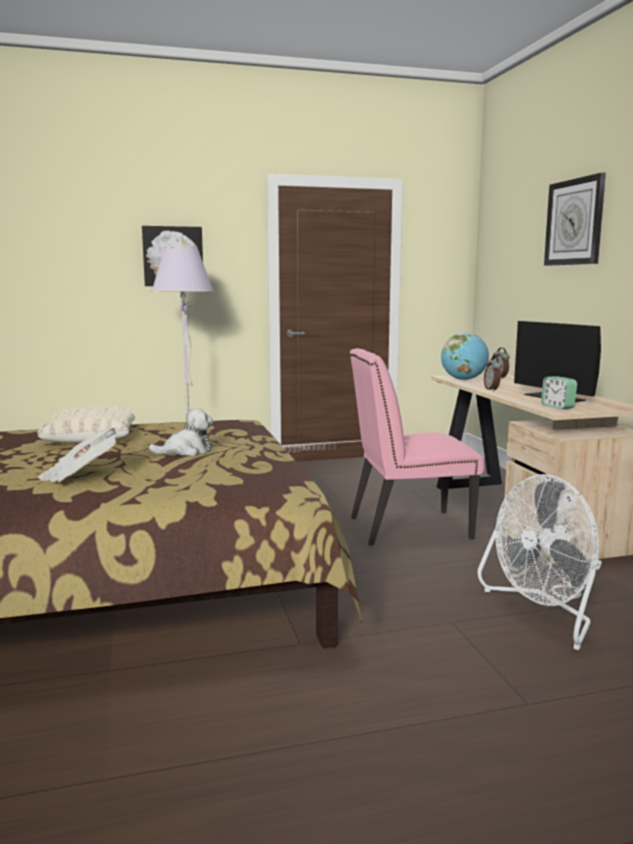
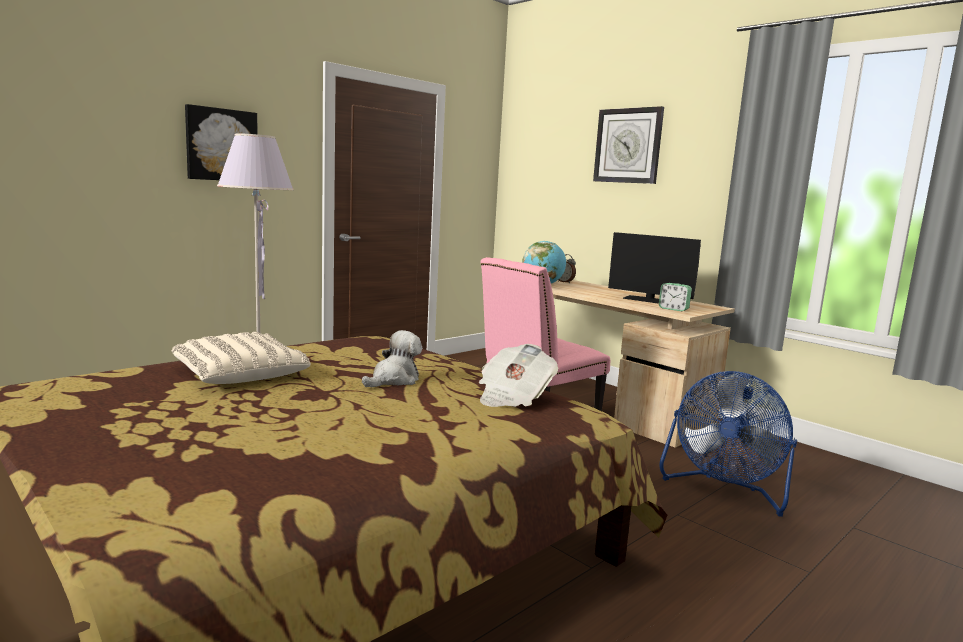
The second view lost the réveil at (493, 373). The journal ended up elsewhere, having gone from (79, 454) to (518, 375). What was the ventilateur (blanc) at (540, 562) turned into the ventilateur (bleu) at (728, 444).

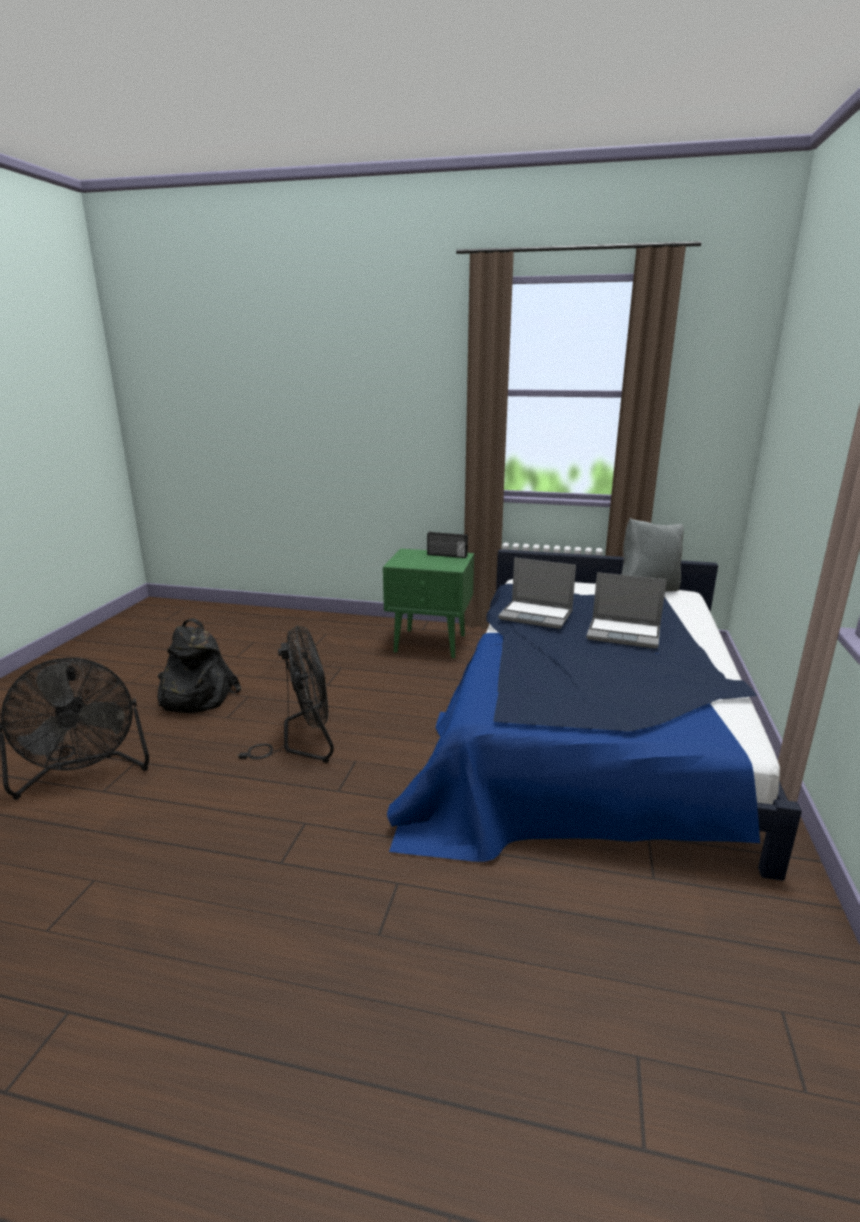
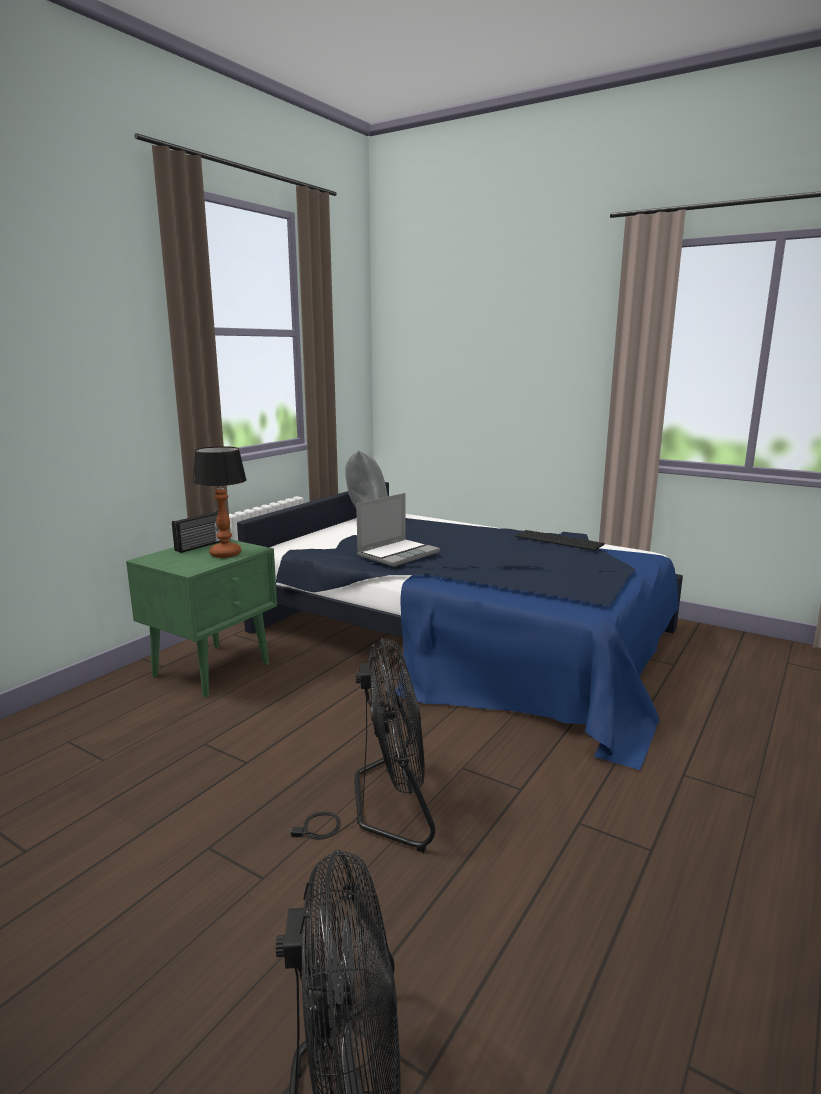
The second view lost the ordinateur portable at (626, 610). The second view lost the sac à dos (noir) at (199, 665). The ventilateur (noir) at (286, 694) ended up facing another way, 75 degrees clockwise from before. The second view gained the lampe de table at (219, 502). The second view gained the clavier at (560, 540).

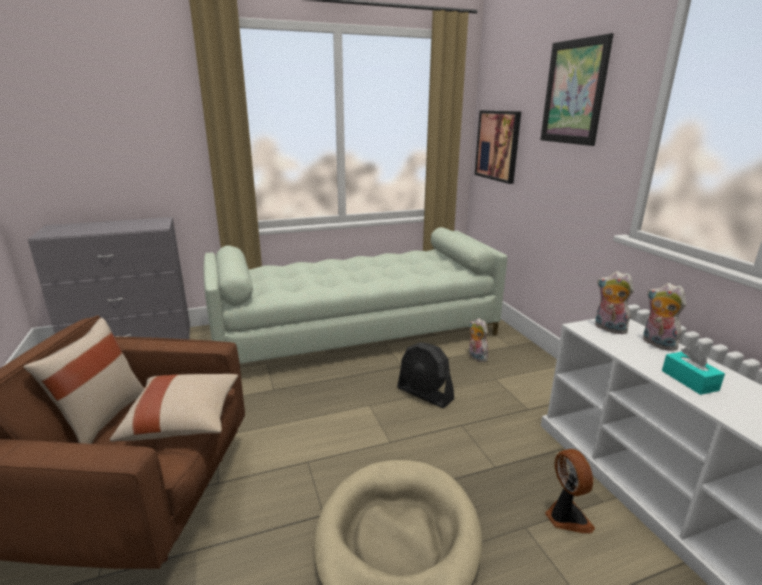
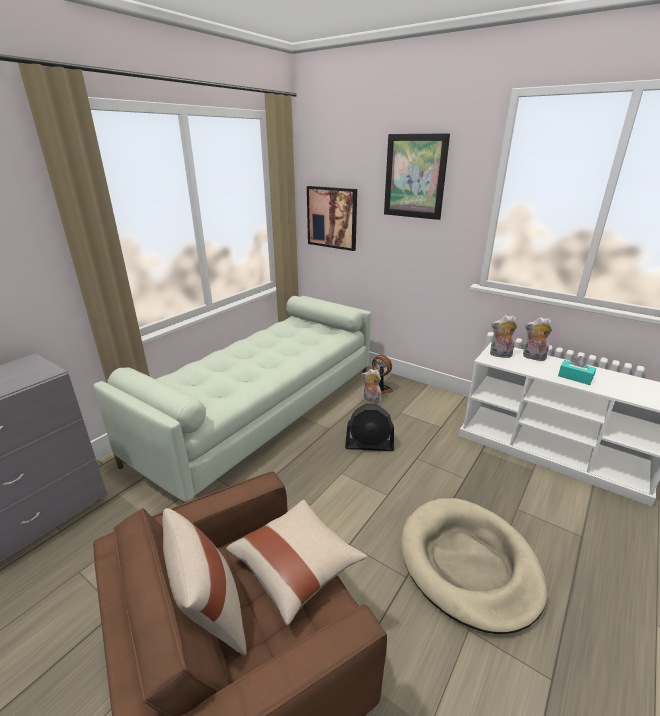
The ventilateur ended up elsewhere, having gone from (570, 491) to (383, 374).

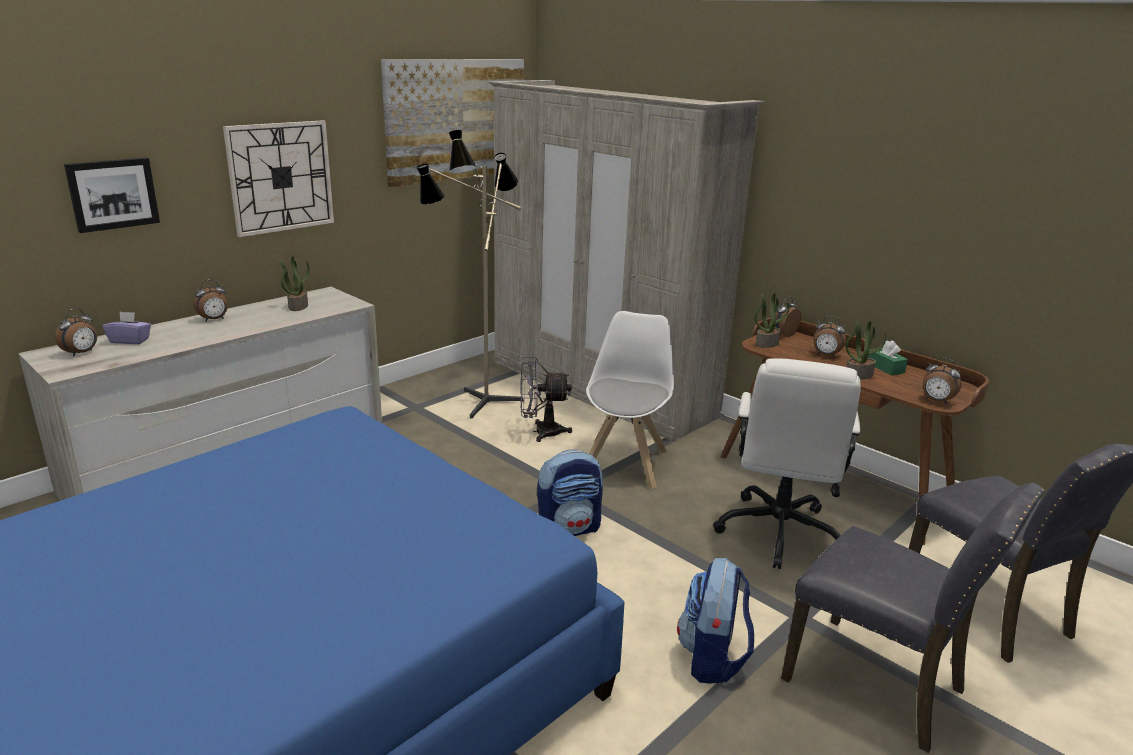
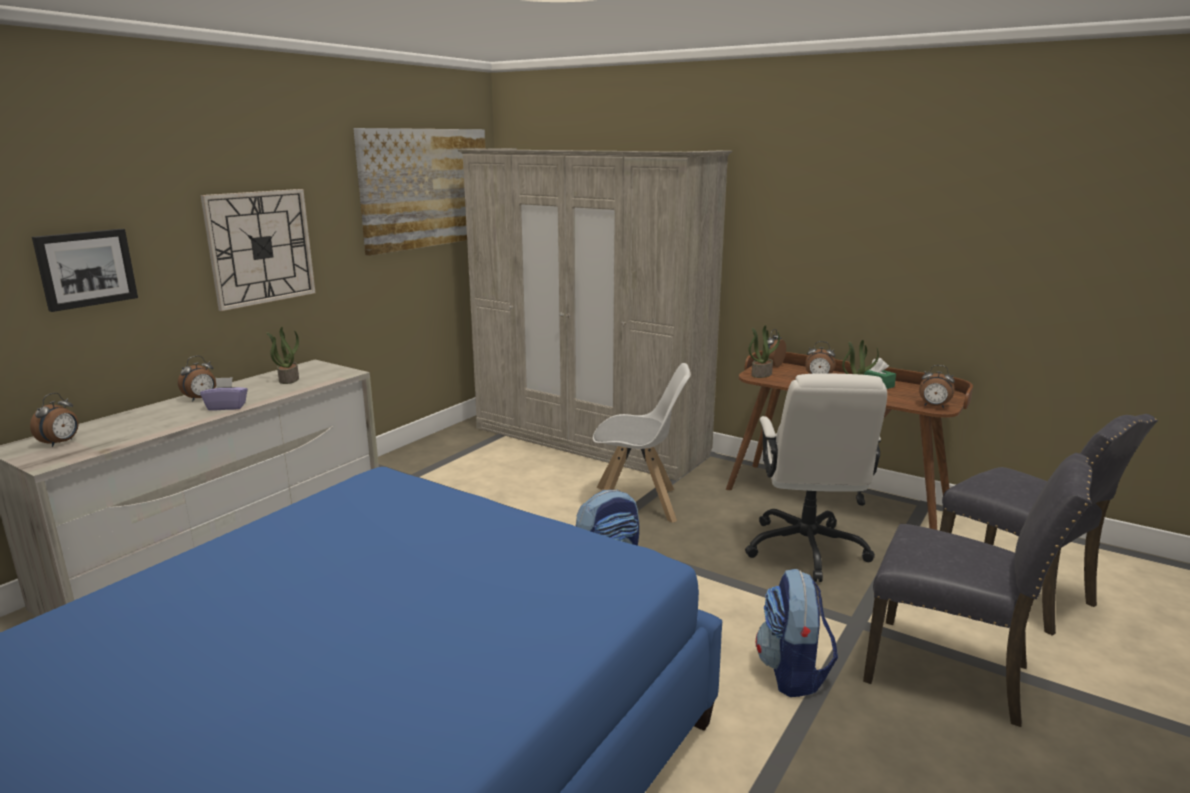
The second view lost the lampadaire at (470, 274). The chaise at (630, 400) ended up facing another way, 90 degrees clockwise from before. The boîte à mouchoirs (violet) ended up elsewhere, having gone from (126, 328) to (224, 394). The second view lost the ventilateur (gris) at (546, 399).

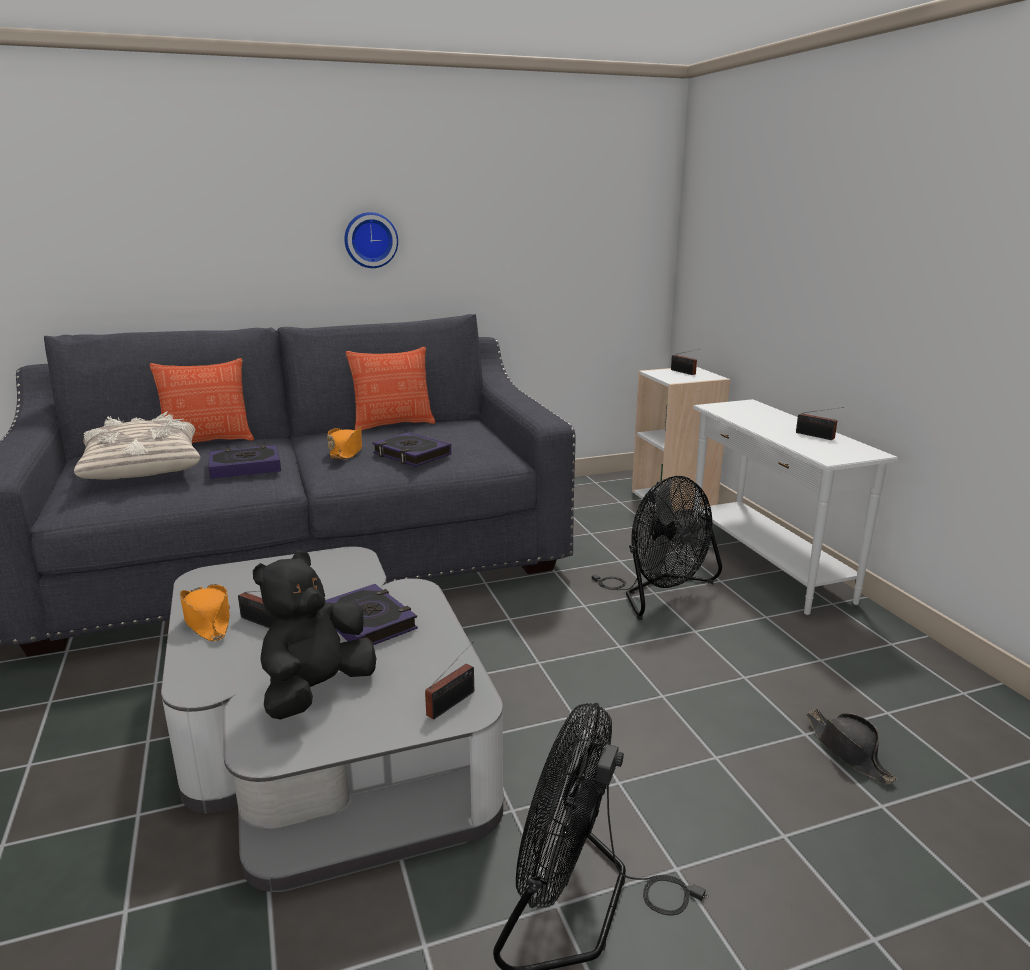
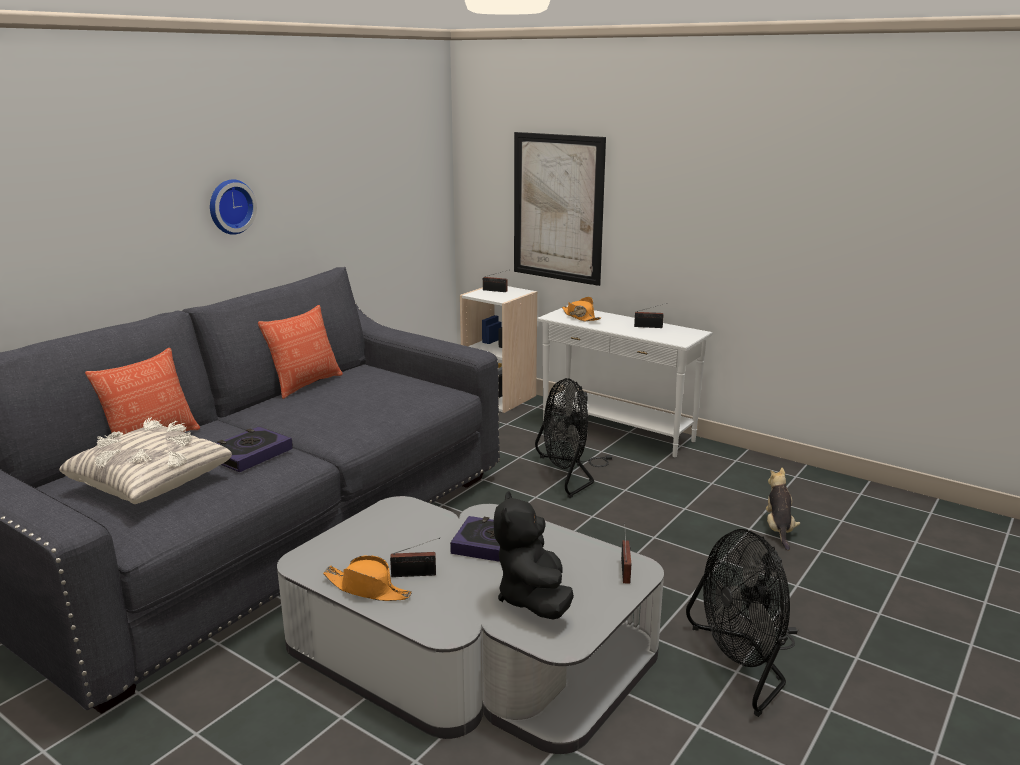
The chapeau (orange) ended up elsewhere, having gone from (344, 442) to (581, 309). The second view lost the livre at (411, 449). The ventilateur (noir) at (657, 548) ended up facing another way, 150 degrees clockwise from before. Where the chapeau (noir) stood at (851, 746), the peluche came to stand at (783, 509). The second view gained the tableau at (560, 209).

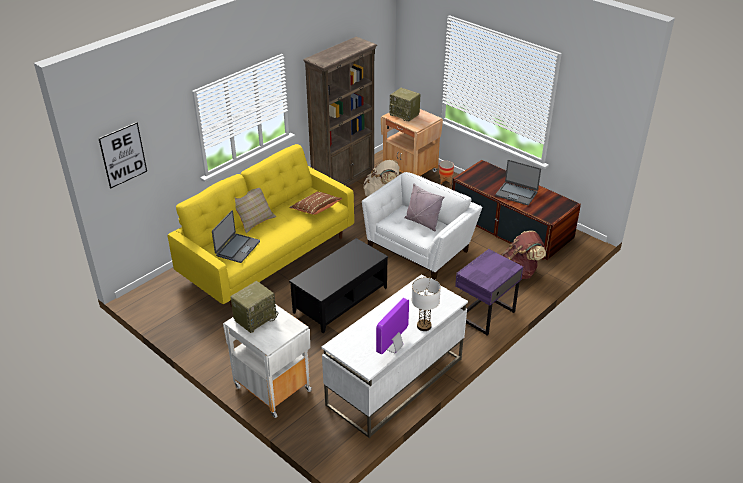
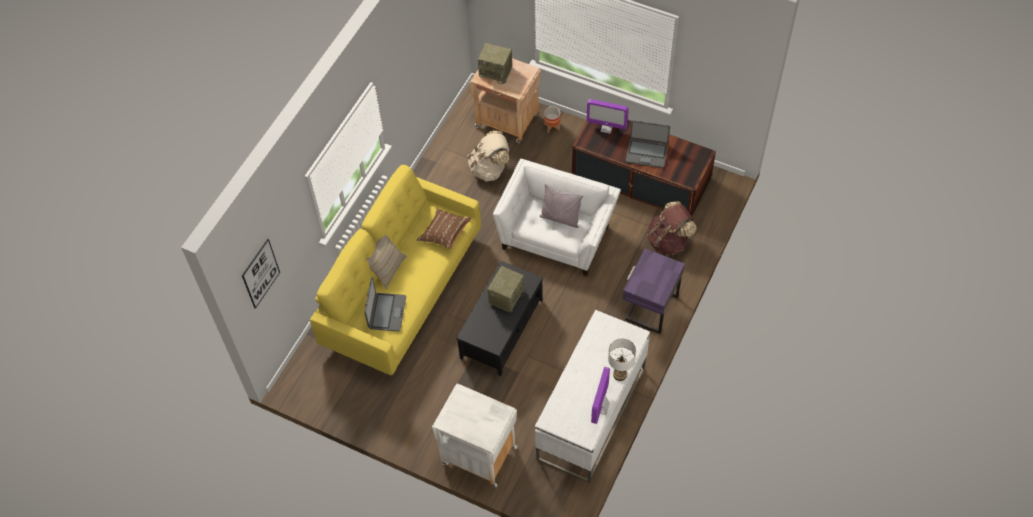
The second view lost the bibliothèque (marron) at (340, 112). The radio ended up elsewhere, having gone from (254, 307) to (507, 289). The second view gained the écran d'ordinateur at (608, 116).

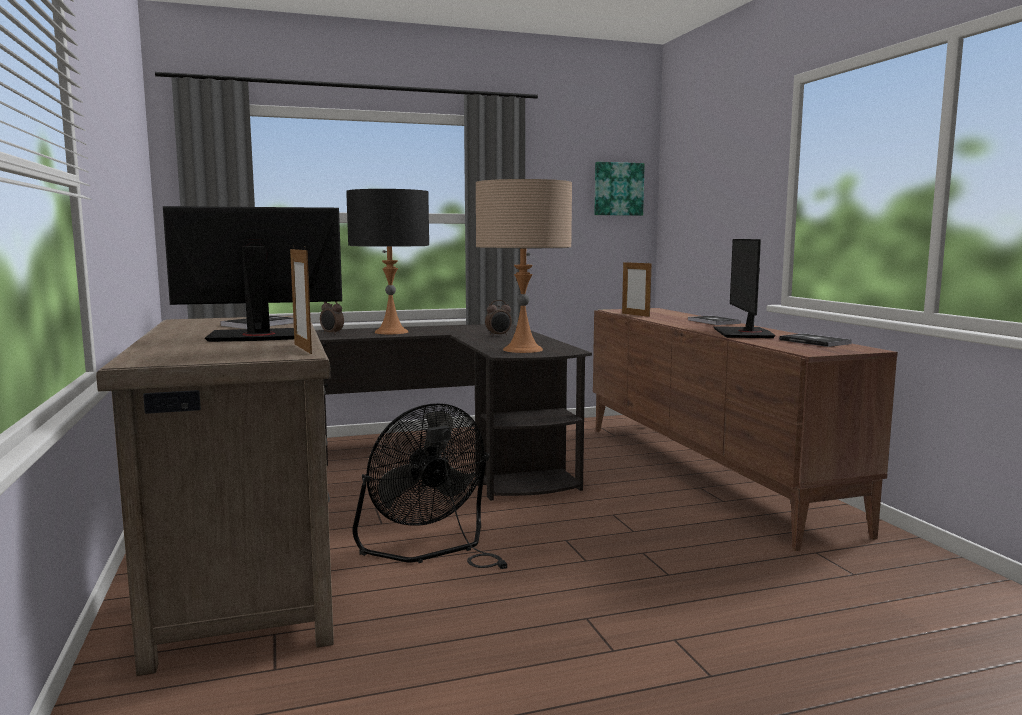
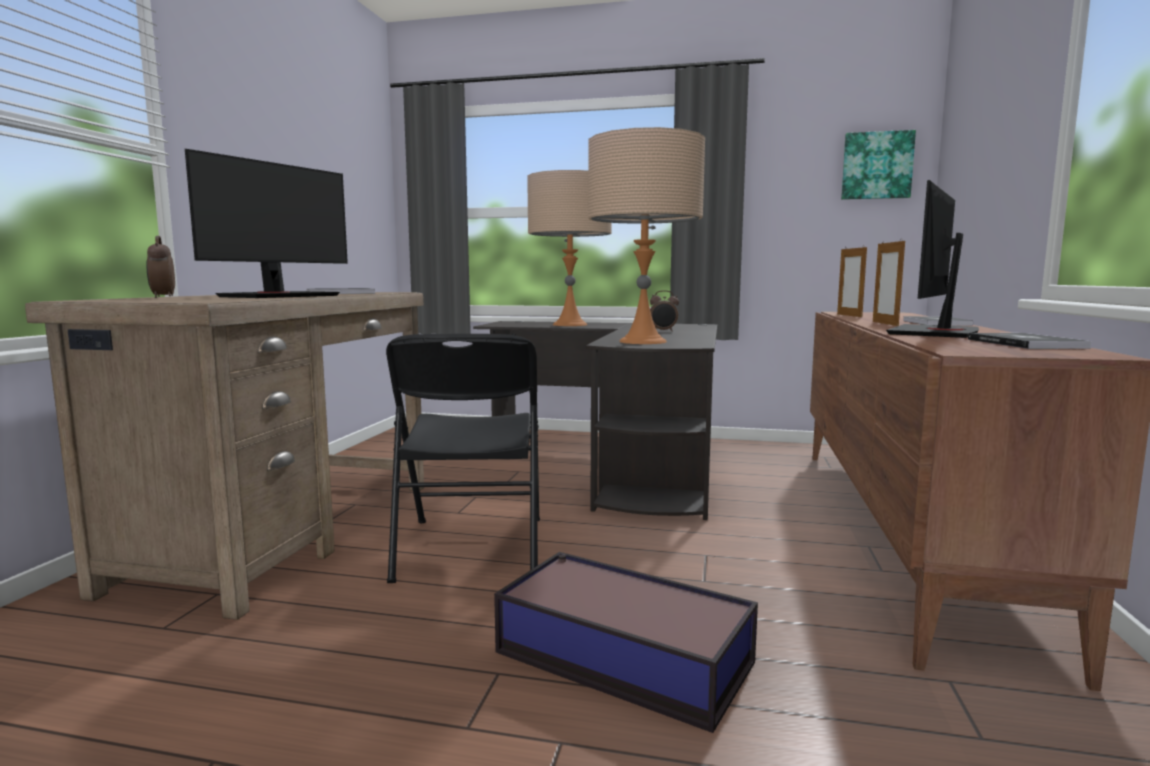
What was the lampe de table (noir) at (387, 261) turned into the lampe de table (beige) at (569, 248). The écran d'ordinateur at (252, 274) ended up facing another way, 105 degrees clockwise from before. The cadre photo ended up elsewhere, having gone from (301, 300) to (889, 282). The réveil ended up elsewhere, having gone from (332, 318) to (160, 267). Where the ventilateur (noir) stood at (429, 486), the chaise (noir) came to stand at (463, 458). The second view gained the boîte de rangement at (626, 642).

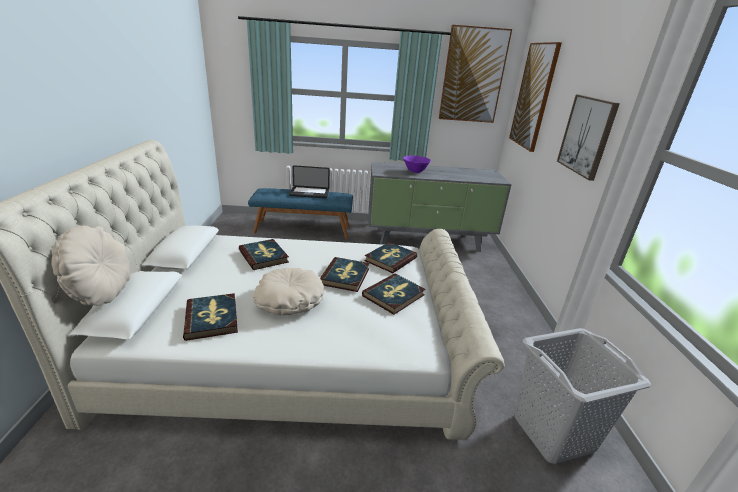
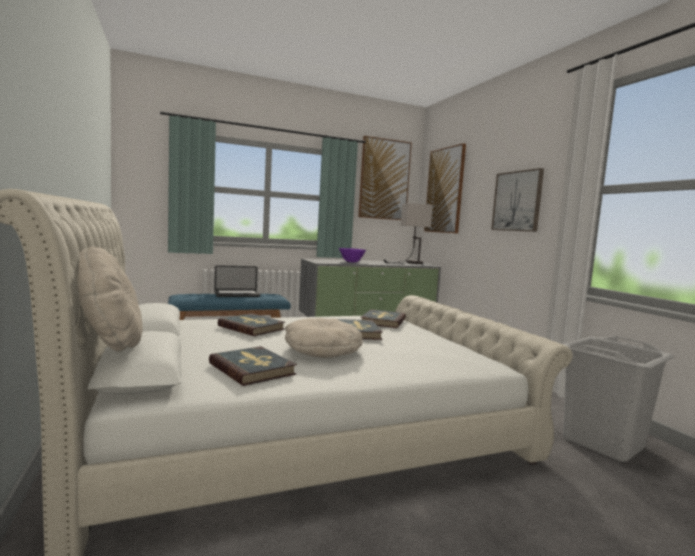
The second view lost the livre at (393, 294). The second view gained the lampe de table at (408, 233).

